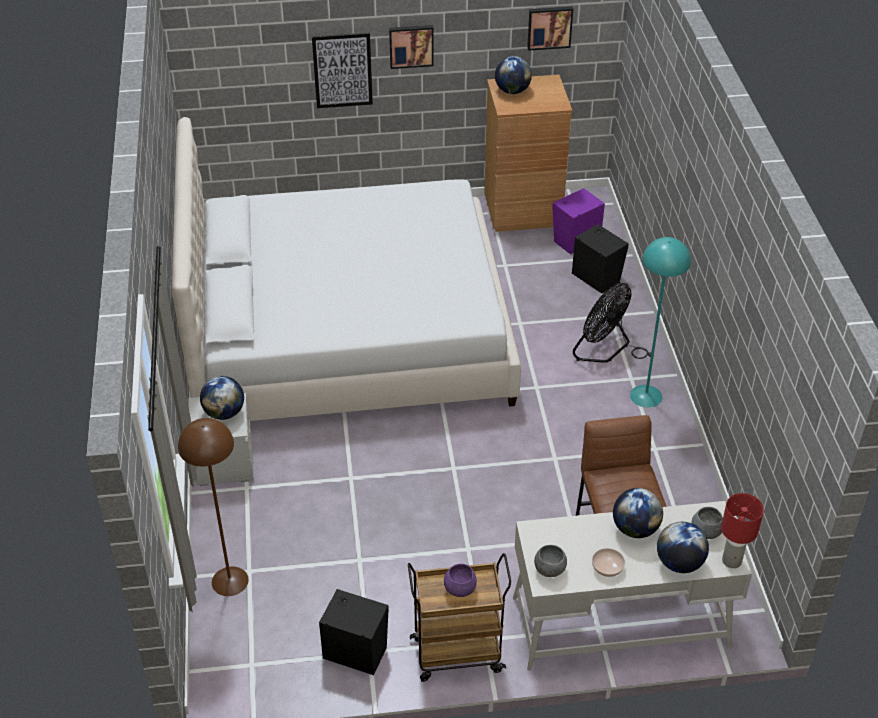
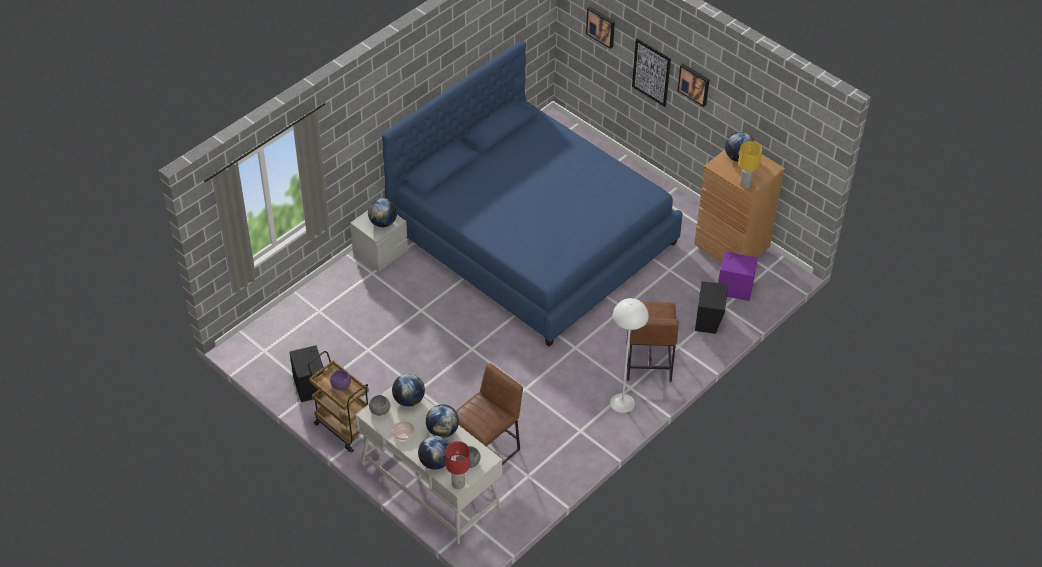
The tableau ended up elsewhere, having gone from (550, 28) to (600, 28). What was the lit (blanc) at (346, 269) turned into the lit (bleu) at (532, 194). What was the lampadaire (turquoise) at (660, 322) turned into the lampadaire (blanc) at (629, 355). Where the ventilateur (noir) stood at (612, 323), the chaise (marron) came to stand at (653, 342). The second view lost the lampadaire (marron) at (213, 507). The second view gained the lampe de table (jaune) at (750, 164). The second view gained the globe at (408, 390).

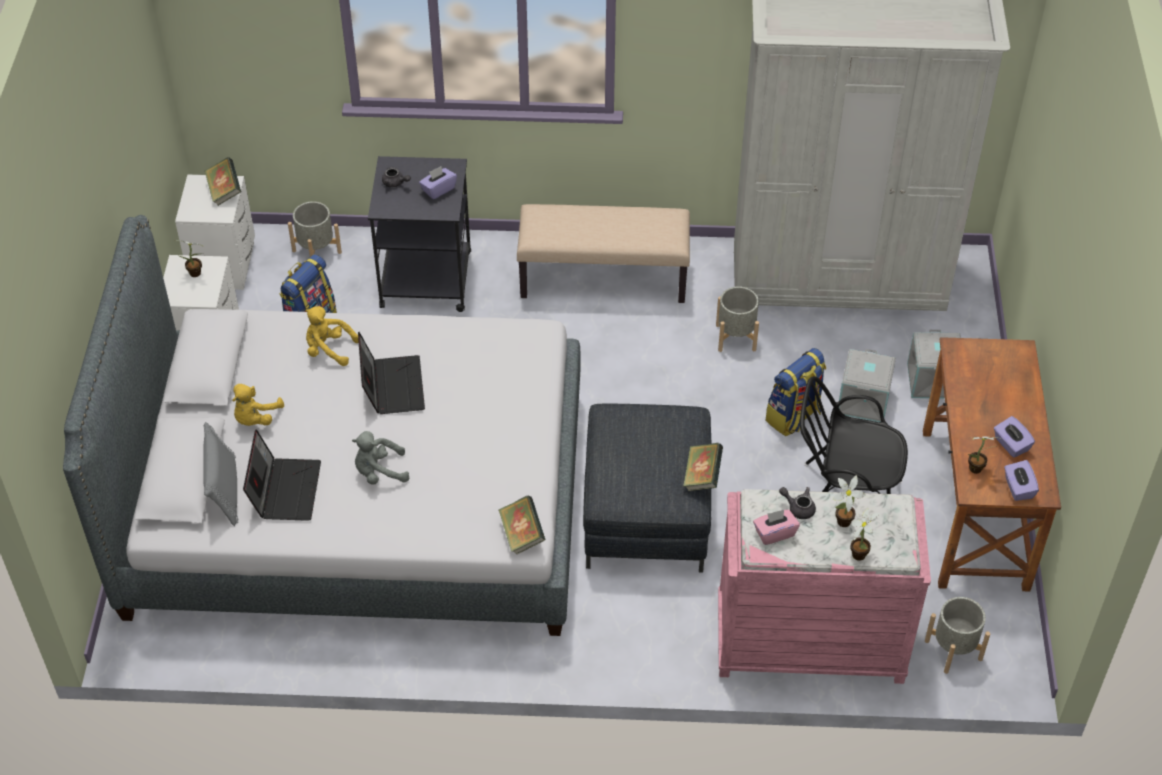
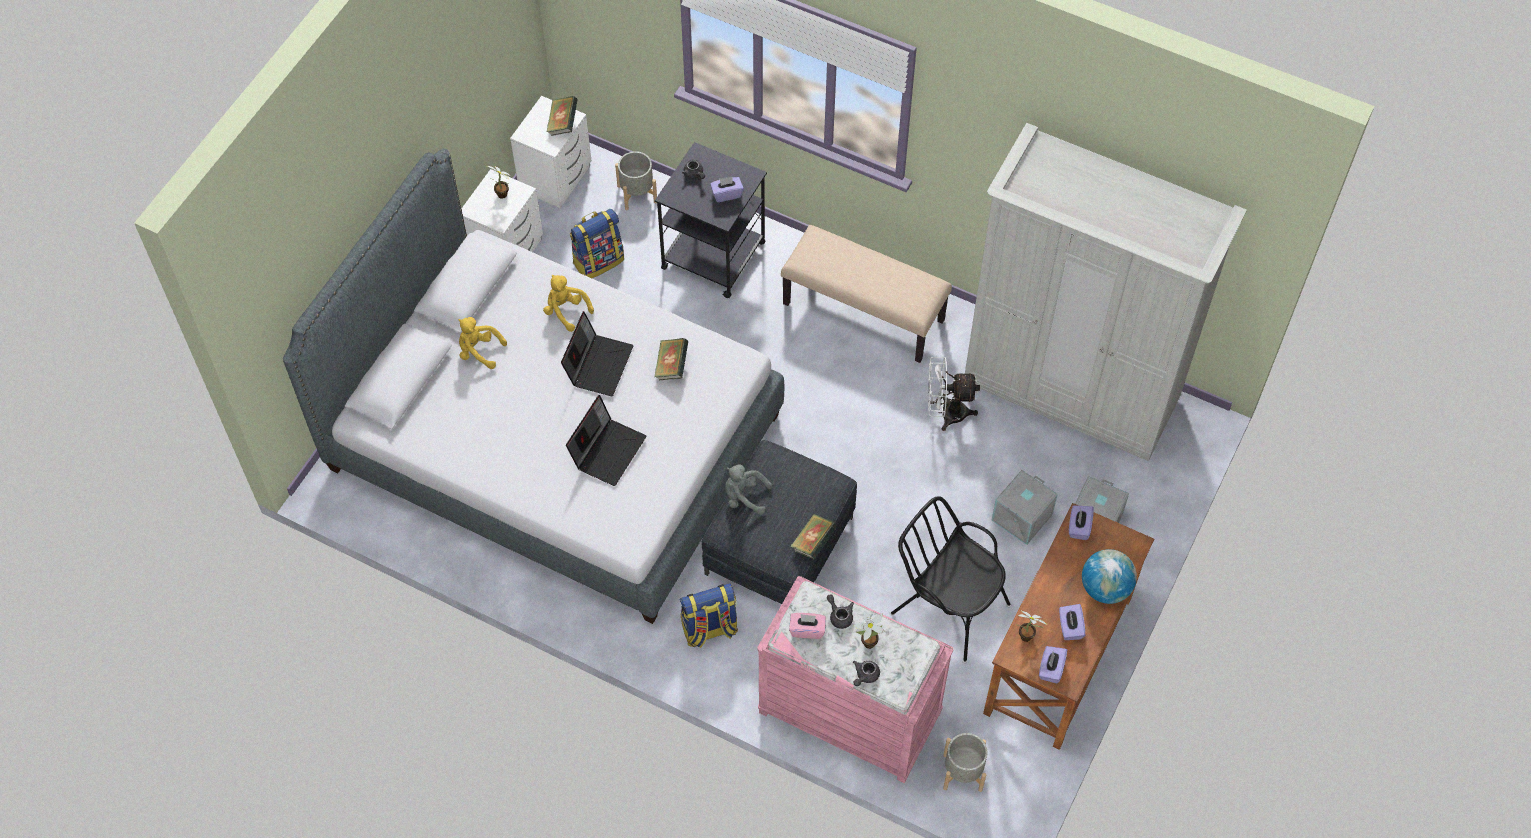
Where the cache-pot (gris) stood at (737, 319), the ventilateur (blanc) came to stand at (954, 394). The sac à dos ended up elsewhere, having gone from (796, 392) to (709, 615). The peluche (jaune) at (258, 405) ended up facing another way, 60 degrees clockwise from before. The second view lost the coussin (gris) at (221, 474). The ordinateur portable ended up elsewhere, having gone from (282, 475) to (606, 440). The peluche (gris) ended up elsewhere, having gone from (380, 458) to (748, 489). The livre ended up elsewhere, having gone from (522, 525) to (671, 359). Where the plante en pot stood at (864, 534), the théière (gris) came to stand at (866, 673). The second view gained the boîte à mouchoirs (violet) at (1081, 523). The second view gained the globe at (1109, 576).

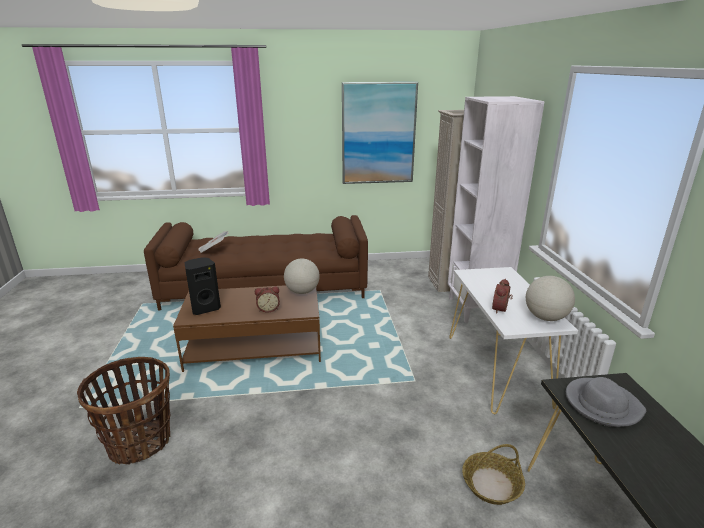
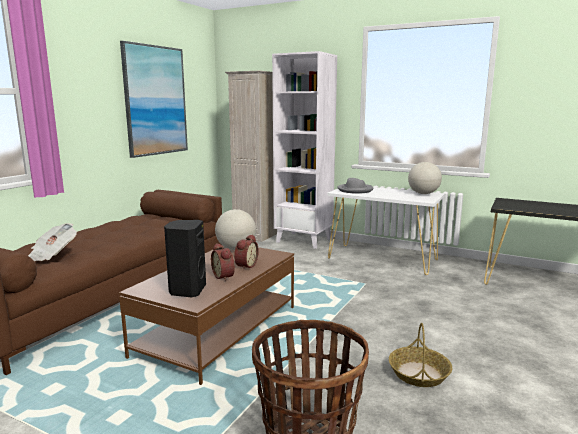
The réveil ended up elsewhere, having gone from (502, 296) to (223, 262). The chapeau (gris) ended up elsewhere, having gone from (606, 402) to (355, 186). The panier ended up elsewhere, having gone from (493, 474) to (420, 355).

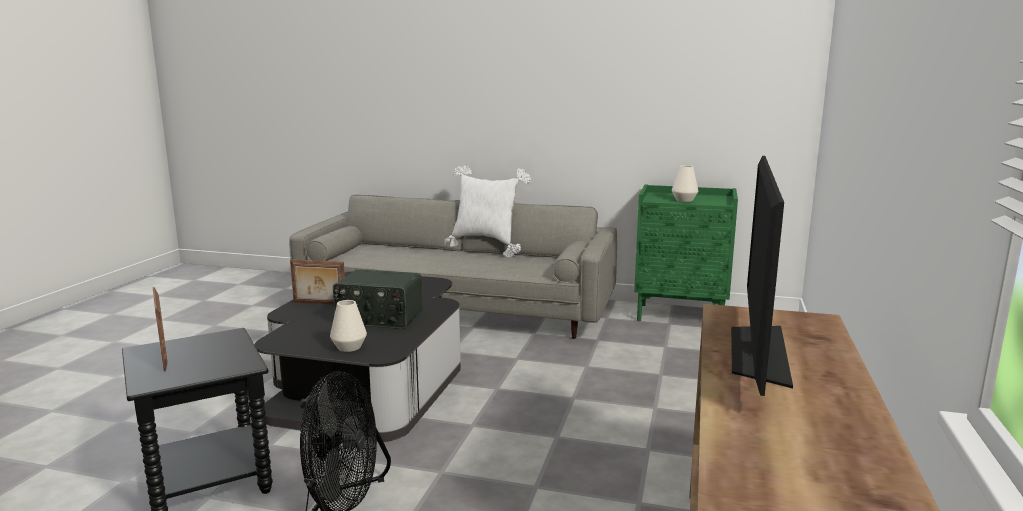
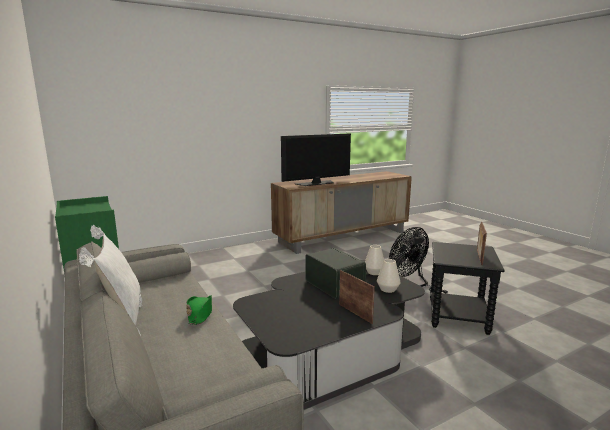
The vase (blanc) ended up elsewhere, having gone from (685, 183) to (389, 276). The second view gained the chapeau (vert) at (199, 310).

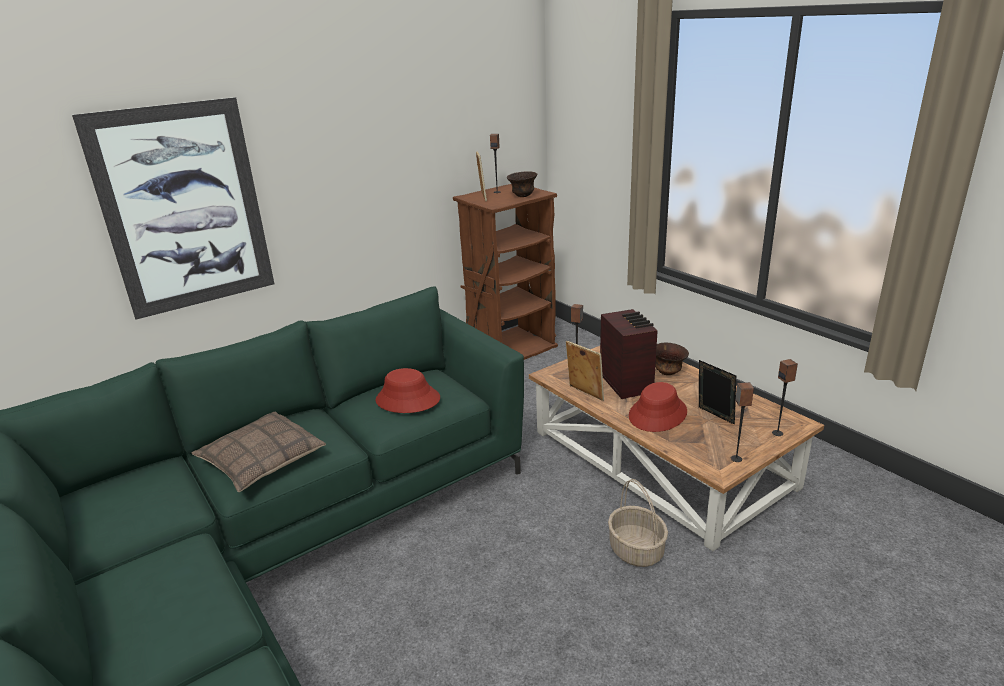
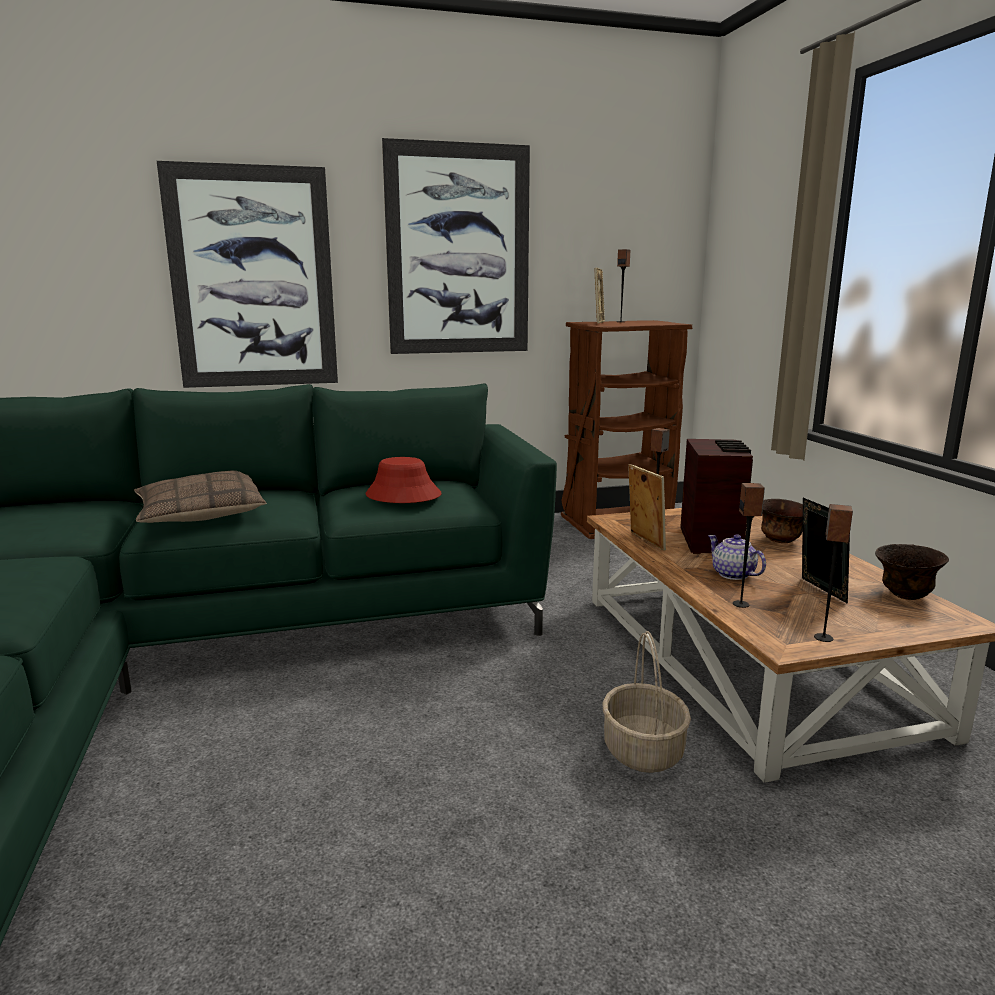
The bol (marron) ended up elsewhere, having gone from (522, 184) to (912, 572). The enceinte ended up elsewhere, having gone from (785, 397) to (749, 545). Where the chapeau (rouge) stood at (658, 407), the théière came to stand at (737, 557). The second view gained the tableau at (456, 246).

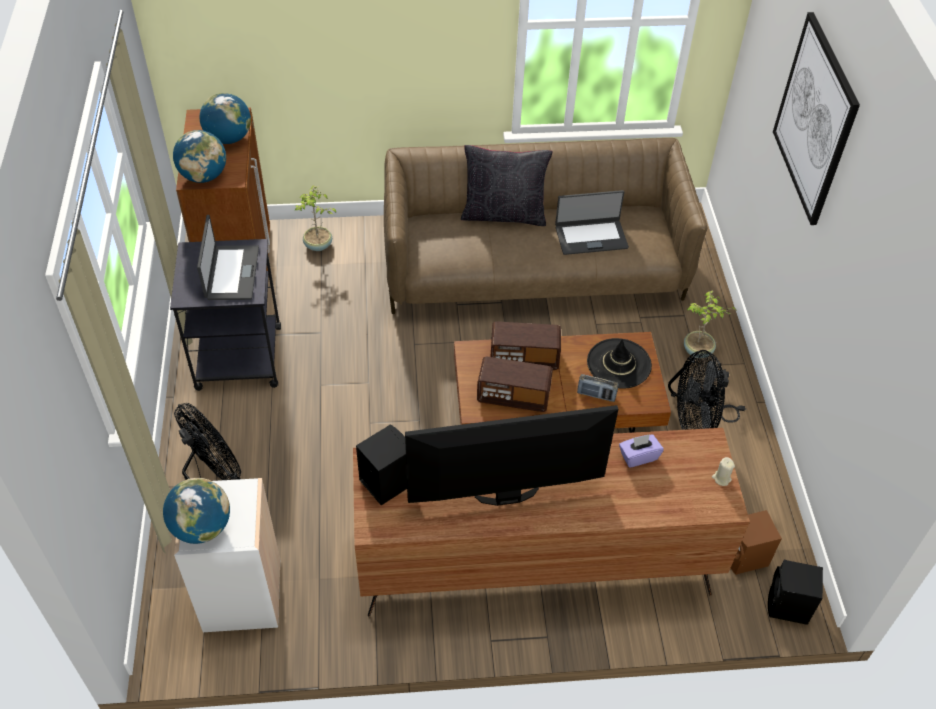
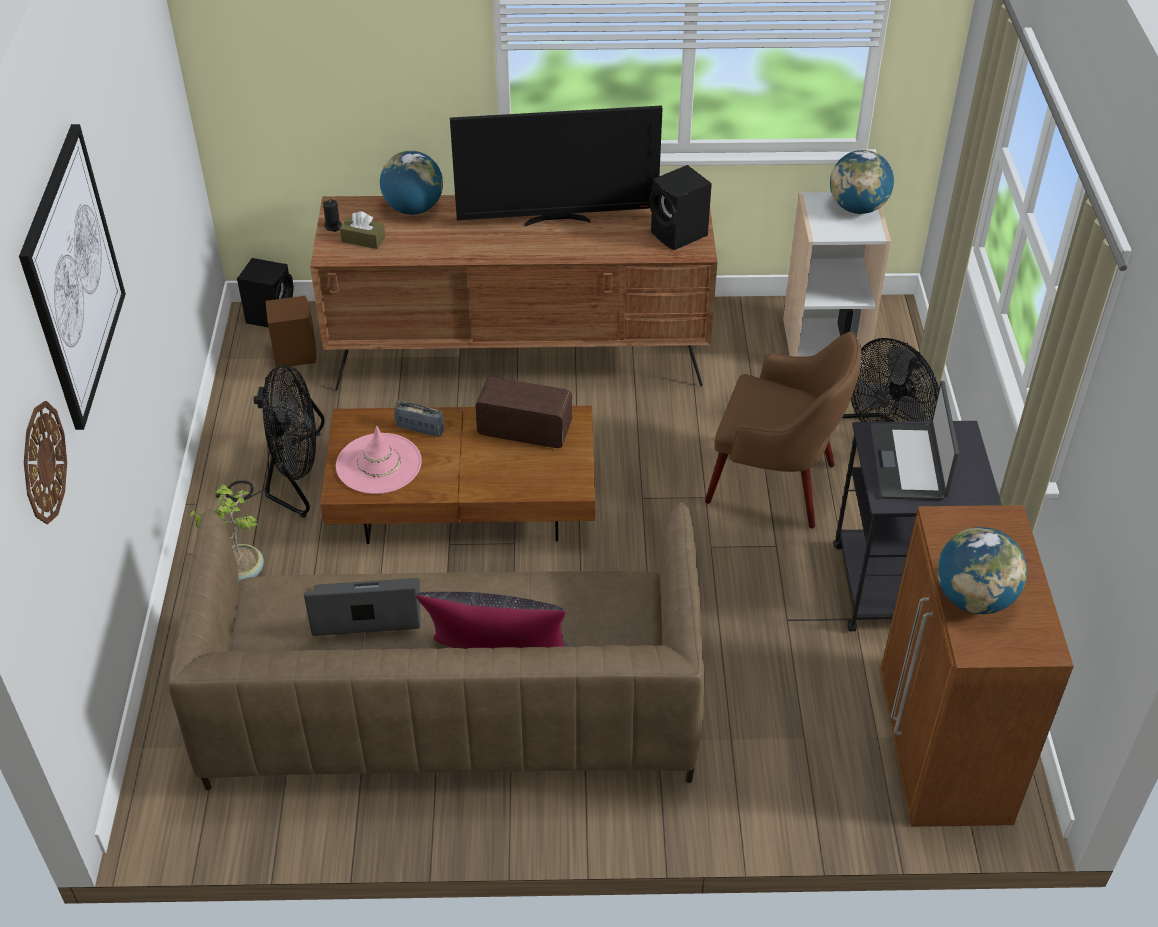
The globe ended up elsewhere, having gone from (199, 156) to (411, 183). The second view lost the plante en pot at (315, 218). The second view lost the radio at (525, 345). What was the chapeau (noir) at (619, 363) turned into the chapeau (rose) at (379, 460). The second view lost the boîte à mouchoirs (violet) at (641, 451). What was the bougie (beige) at (723, 471) turned into the bougie (noir) at (332, 215). The second view gained the boîte à mouchoirs (marron) at (362, 230). The second view gained the fauteuil (marron) at (783, 430). The second view gained the horloge murale at (45, 462).

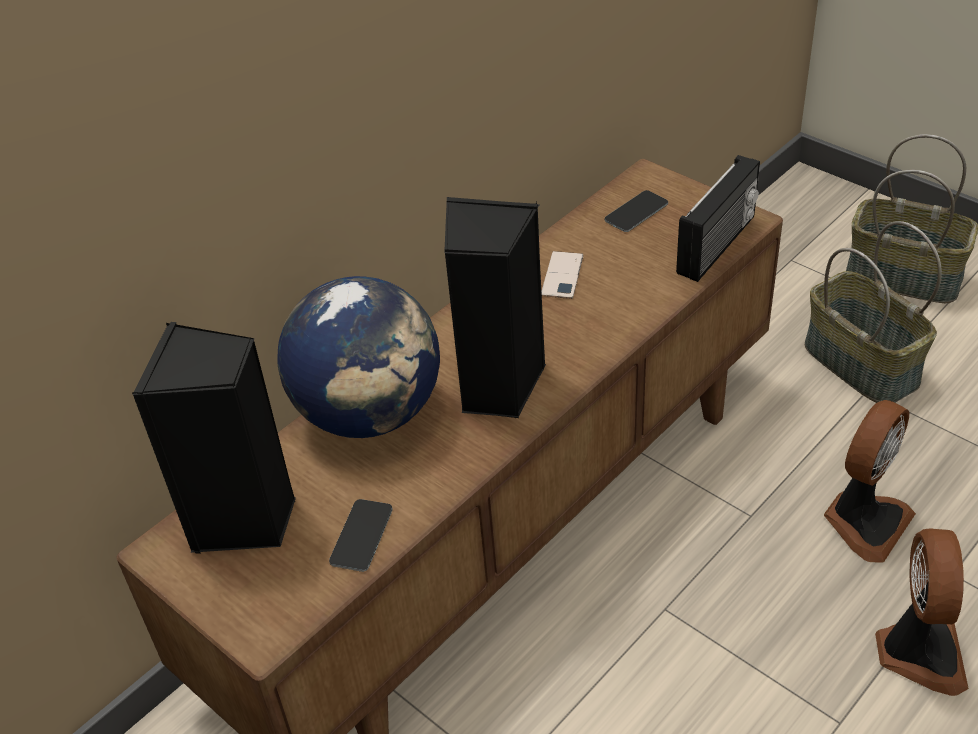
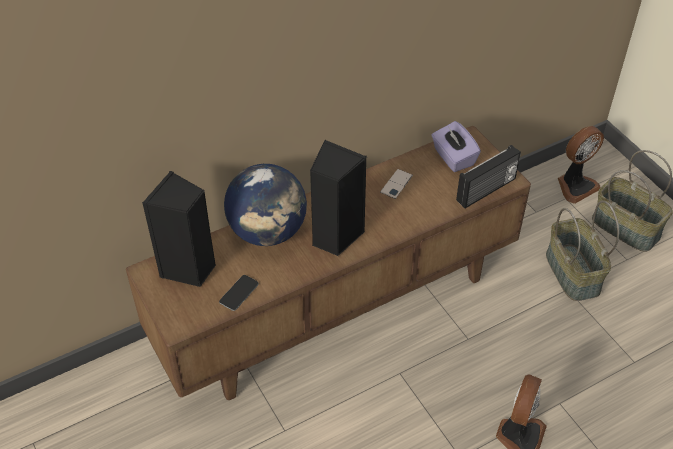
Where the téléphone stood at (636, 211), the boîte à mouchoirs (violet) came to stand at (456, 146). The ventilateur ended up elsewhere, having gone from (870, 481) to (581, 165).

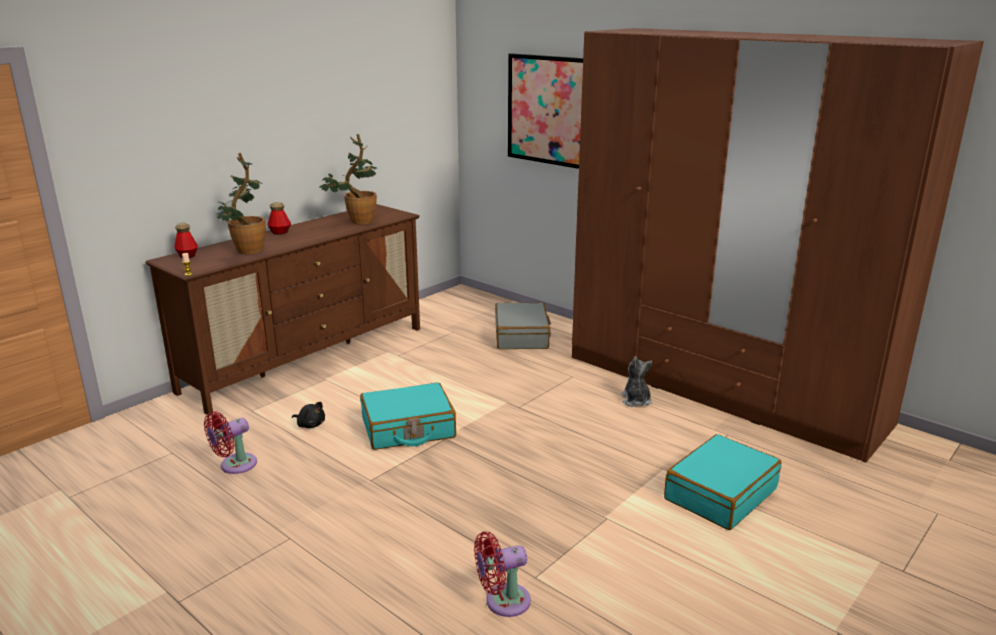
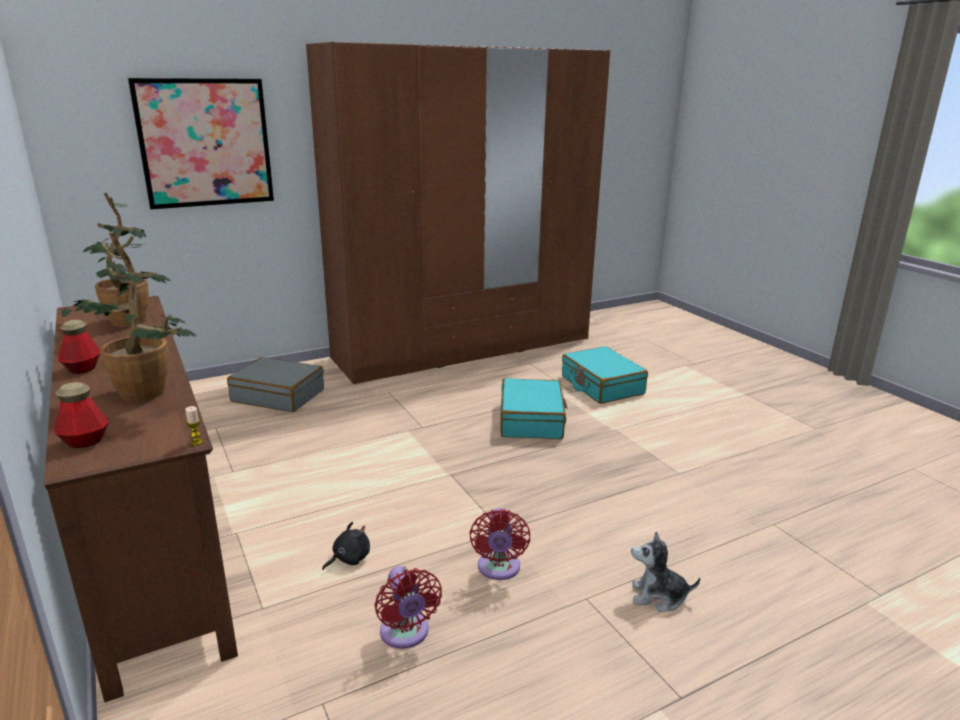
The peluche ended up elsewhere, having gone from (636, 381) to (666, 571). The valise (turquoise) ended up elsewhere, having gone from (408, 416) to (533, 408). The ventilateur (rouge) ended up elsewhere, having gone from (502, 574) to (499, 544).

